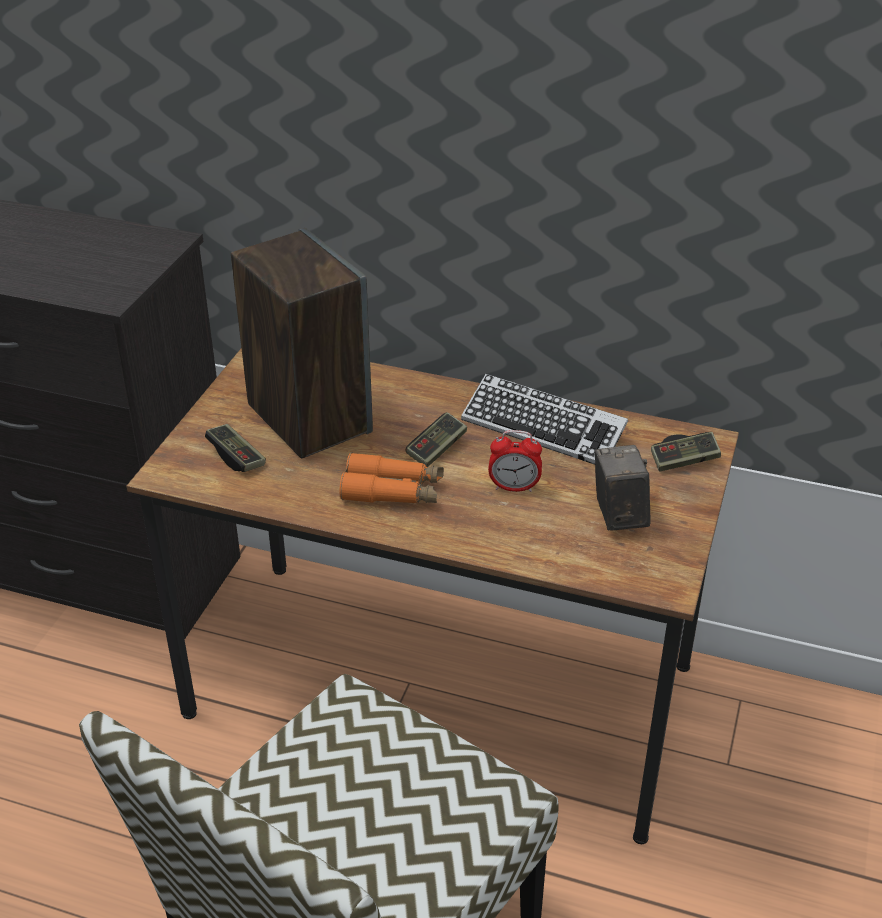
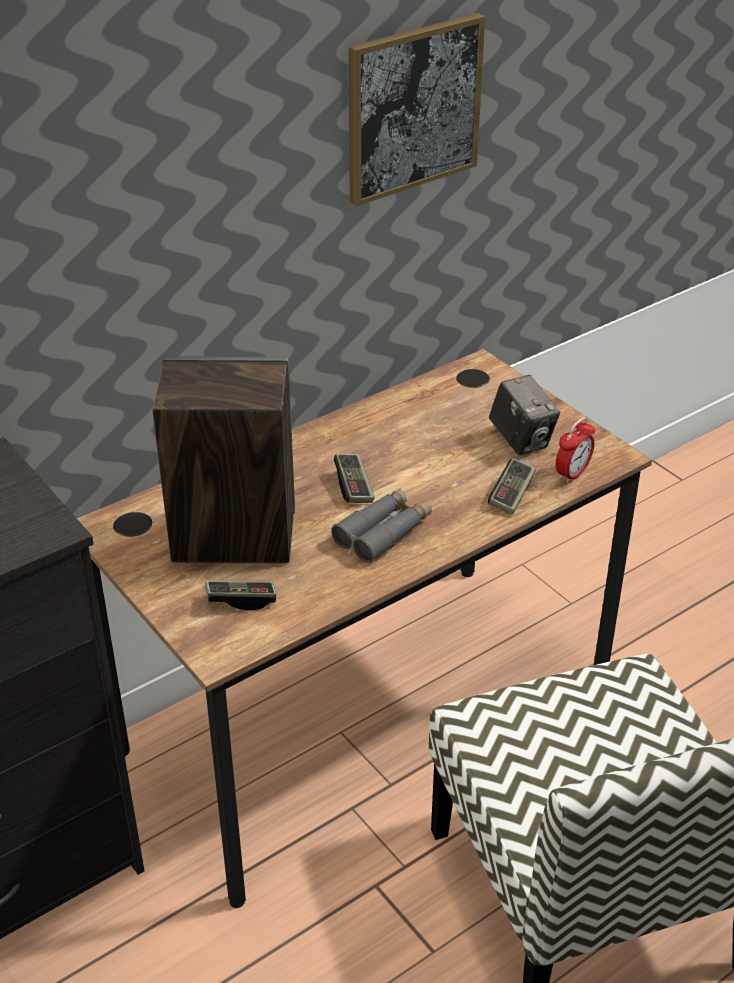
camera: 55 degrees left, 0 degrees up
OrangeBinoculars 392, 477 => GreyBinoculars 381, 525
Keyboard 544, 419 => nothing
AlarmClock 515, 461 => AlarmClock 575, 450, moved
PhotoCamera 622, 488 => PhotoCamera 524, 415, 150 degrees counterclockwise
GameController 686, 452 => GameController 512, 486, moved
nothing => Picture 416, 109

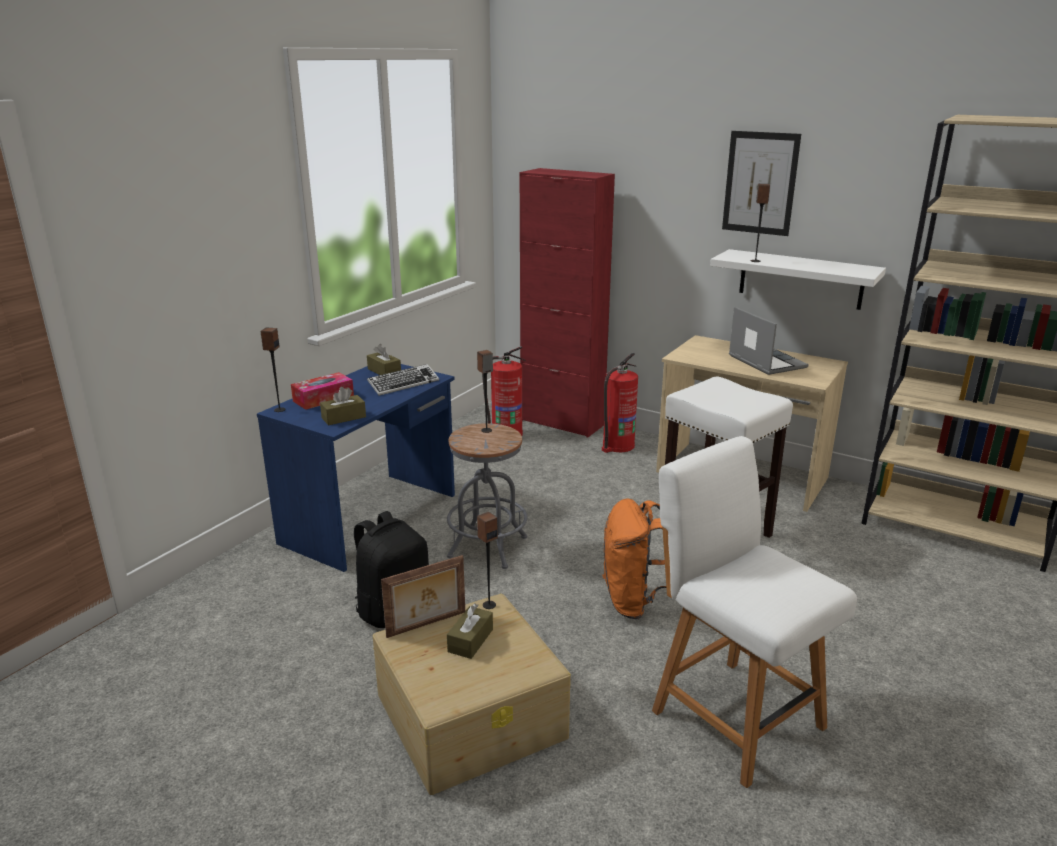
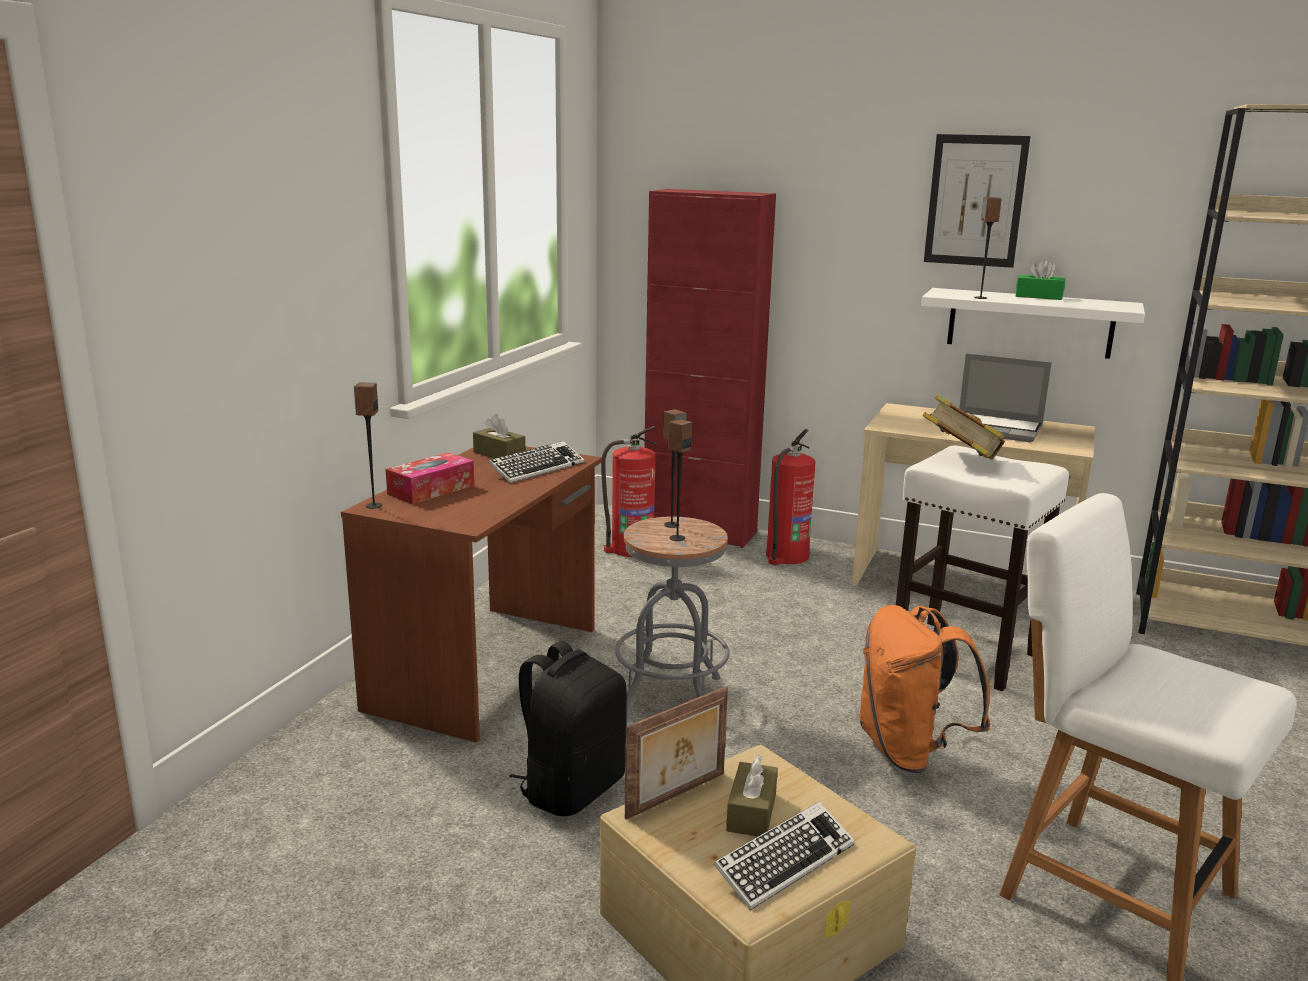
camera: 10 degrees left, 5 degrees down
BlueDesk 356, 468 => BrownDesk 471, 594
BrownTissueBox 343, 406 => nothing
Speaker 487, 560 => Speaker 680, 480, moved
Laptop 769, 341 => Laptop 1005, 398, 150 degrees clockwise
nothing => Keyboard 784, 856
nothing => Book 964, 427
nothing => GreenTissueBox 1041, 279

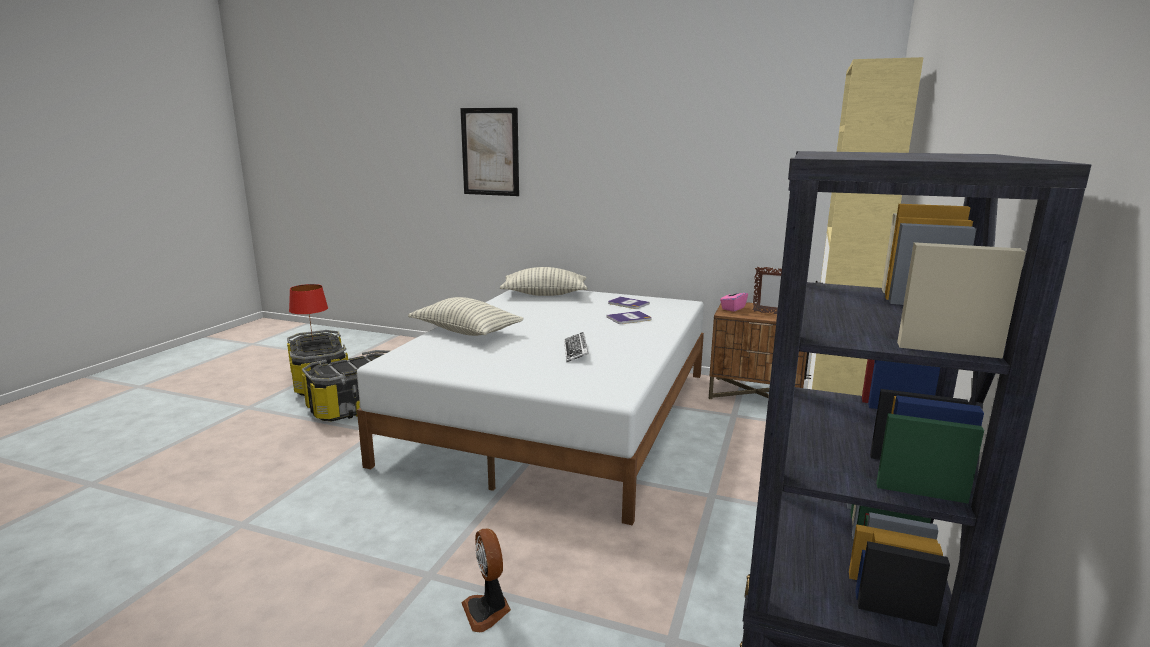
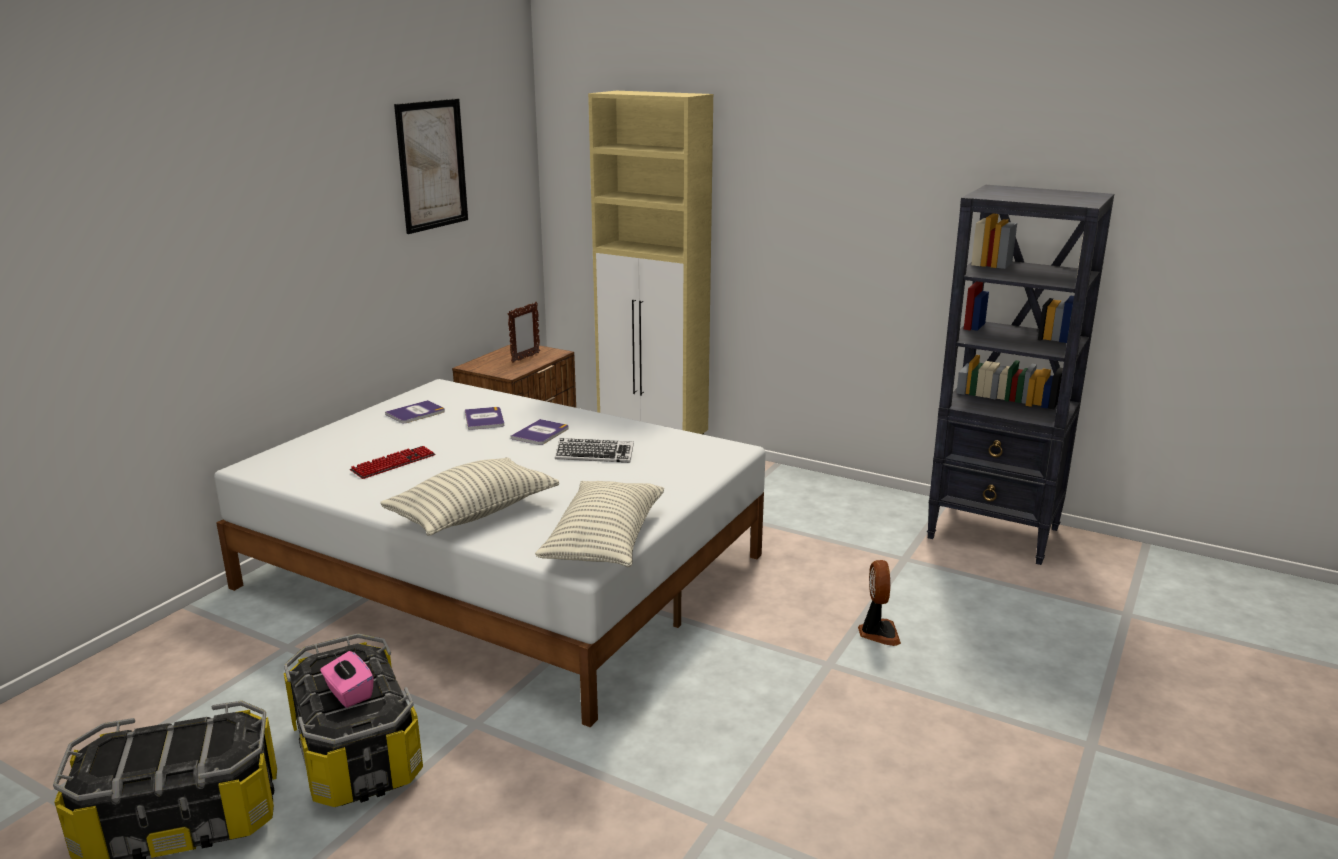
camera: 80 degrees left, 5 degrees up
RedTableLamp 308, 312 => nothing
Picture 489, 152 => Picture 431, 166, moved
Fan 486, 580 => Fan 879, 603, 75 degrees counterclockwise
Pillow 544, 281 => Pillow 599, 524, moved
PinkTissueBox 734, 299 => PinkTissueBox 347, 679, moved
nothing => Keyboard 392, 462
nothing => Book 540, 432

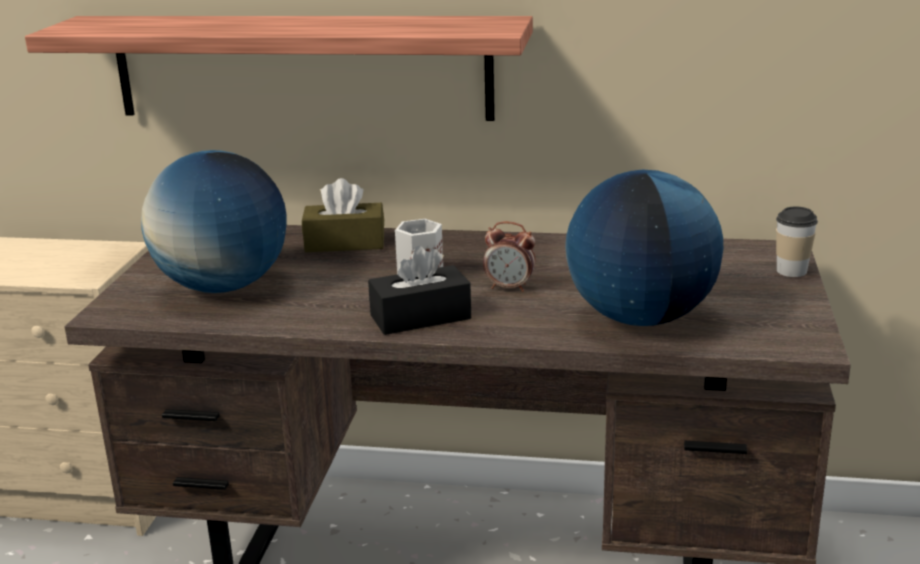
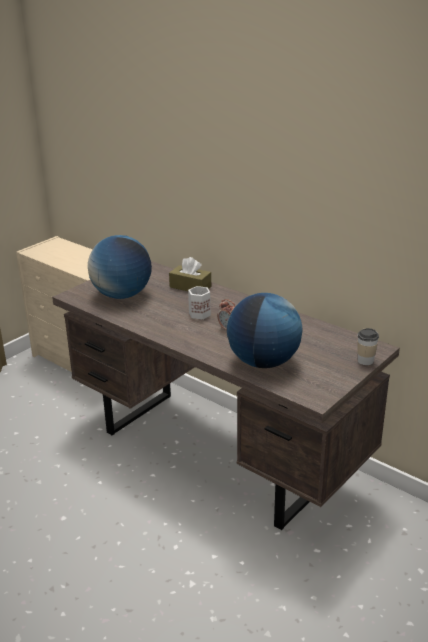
camera: 30 degrees right, 5 degrees up
Shelf 279, 68 => nothing
BlackTissueBox 419, 290 => nothing

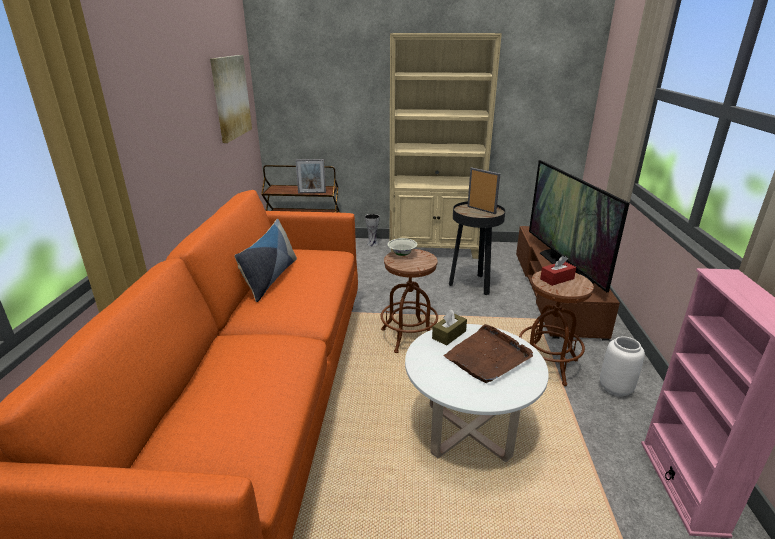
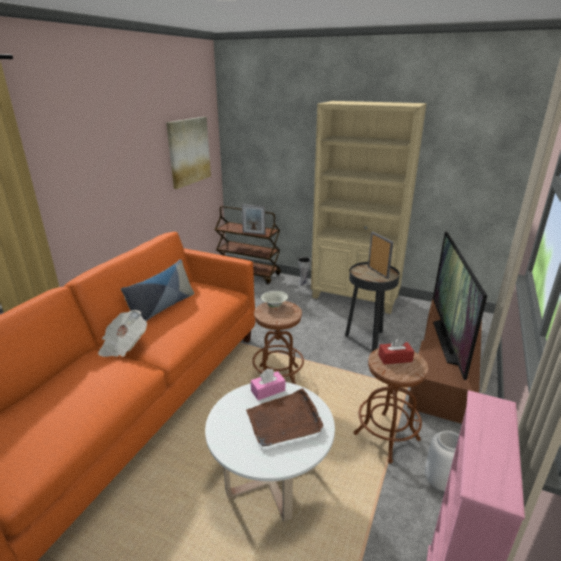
camera: 20 degrees right, 0 degrees up
BrownTissueBox 449, 328 => PinkTissueBox 268, 384
nothing => Newspaper 122, 333

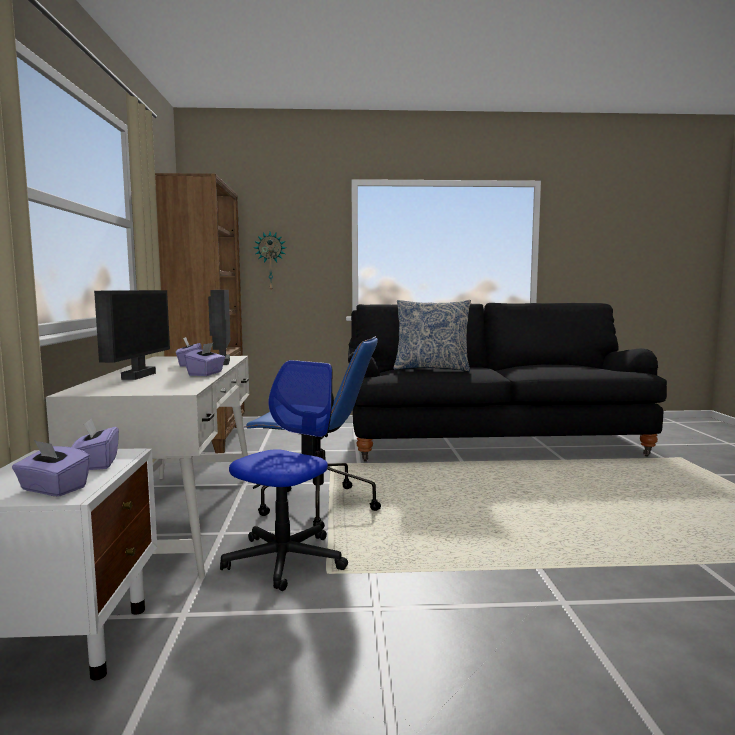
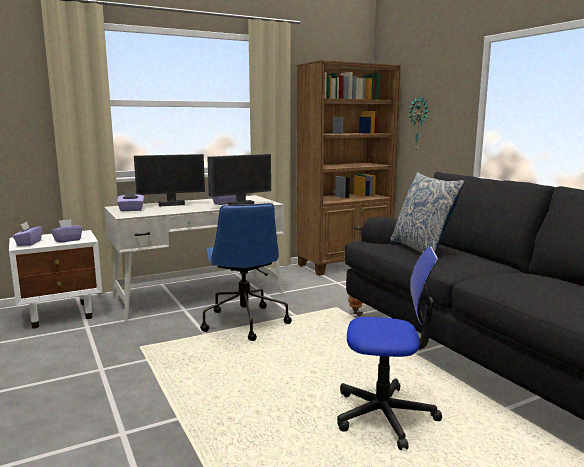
camera: 65 degrees right, 5 degrees up
PurpleTissueBox 204, 359 => PurpleTissueBox 130, 201, moved
OfficeChair 284, 475 => OfficeChair 389, 348, moved

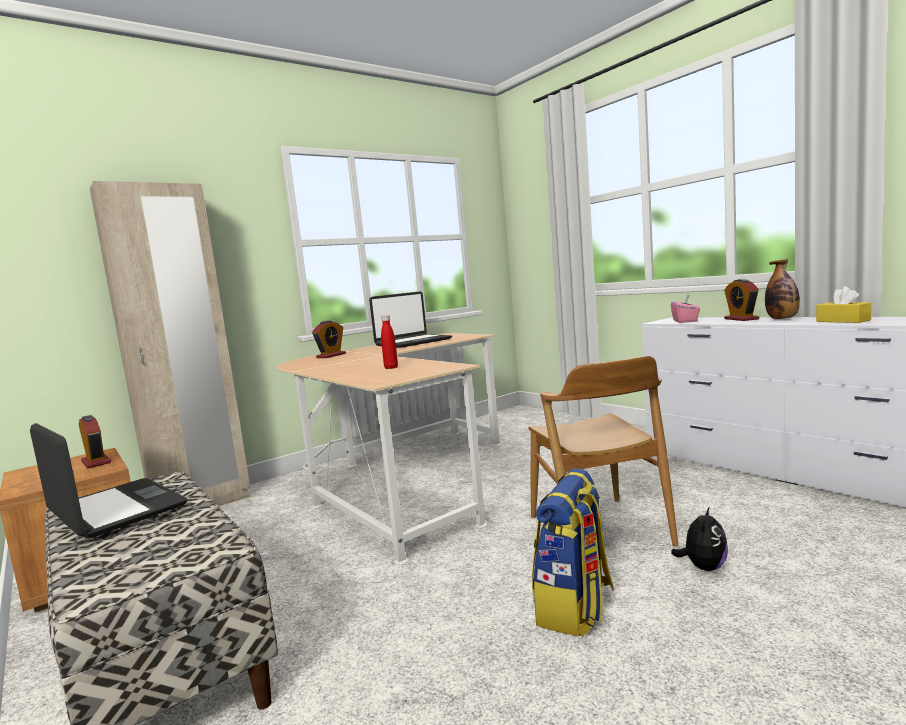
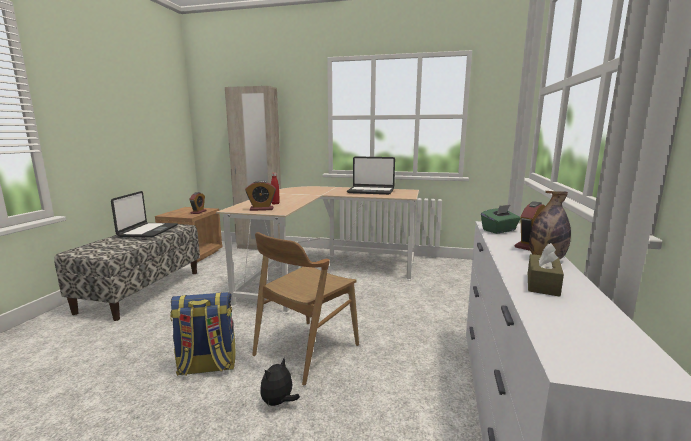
camera: 50 degrees right, 5 degrees up
AlarmClock 329, 339 => AlarmClock 260, 195, moved
PinkTissueBox 685, 308 => GreenTissueBox 501, 219
PlushToy 699, 538 => PlushToy 280, 382, 135 degrees clockwise
YellowTissueBox 844, 304 => BrownTissueBox 546, 270

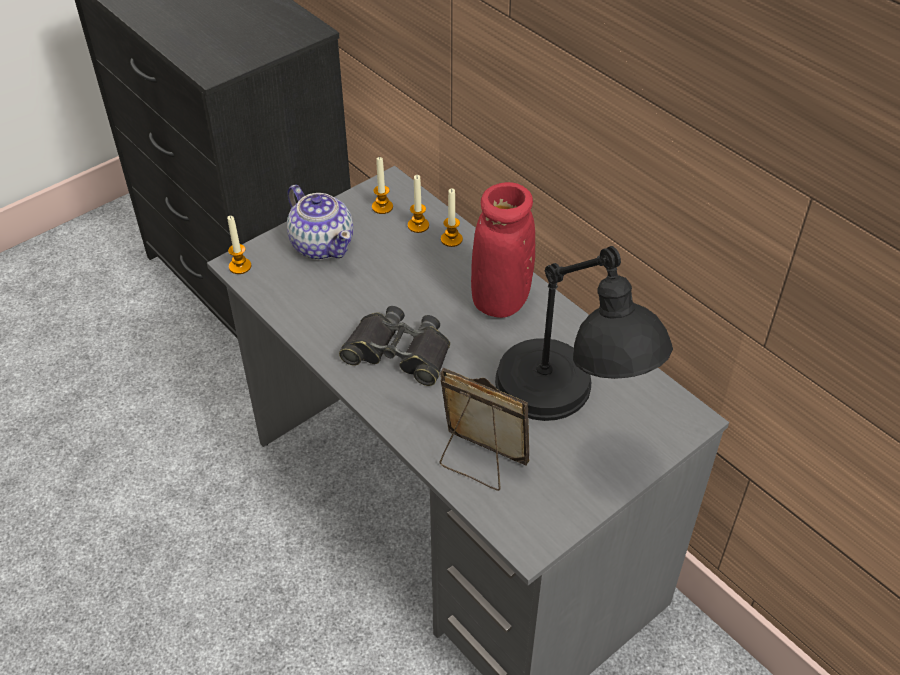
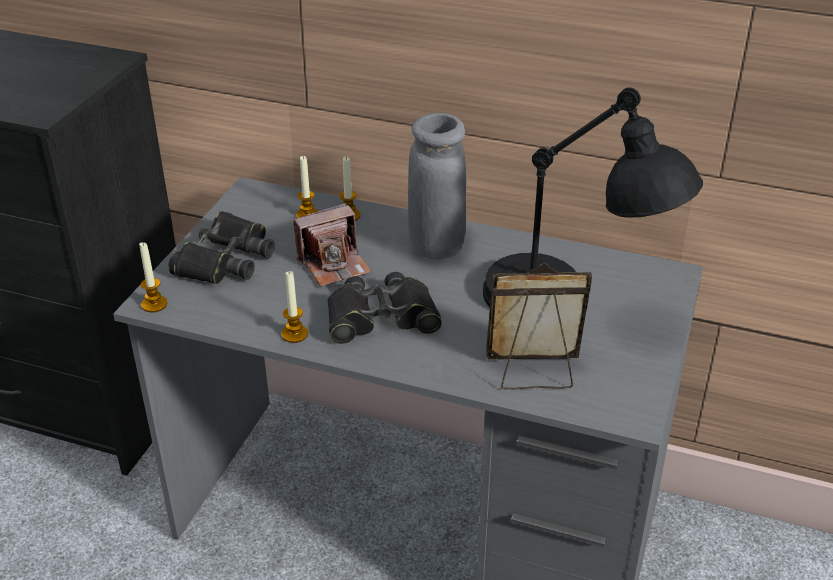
camera: 30 degrees left, 10 degrees down
Teapot 320, 222 => BlackBinoculars 221, 247
Candle 382, 185 => Candle 294, 307, moved
RedVase 503, 250 => GreyVase 437, 186
nothing => PhotoCamera 332, 245

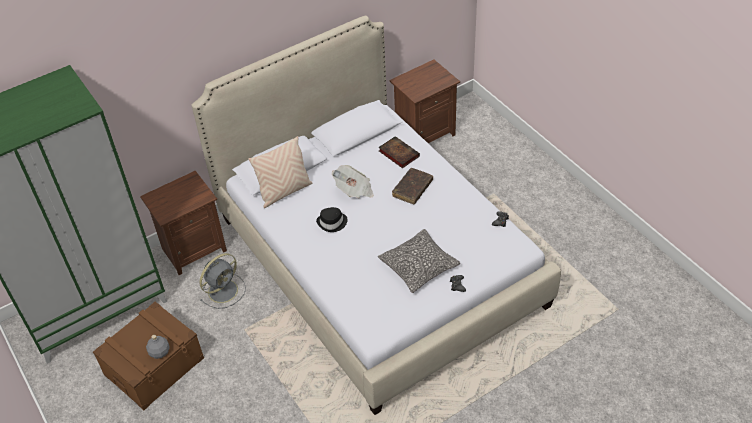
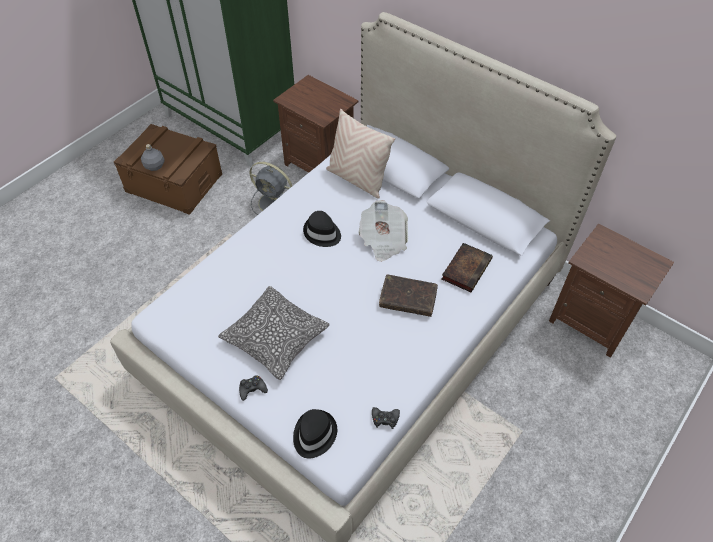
camera: 70 degrees right, 5 degrees up
nothing => BlackHat 315, 433

